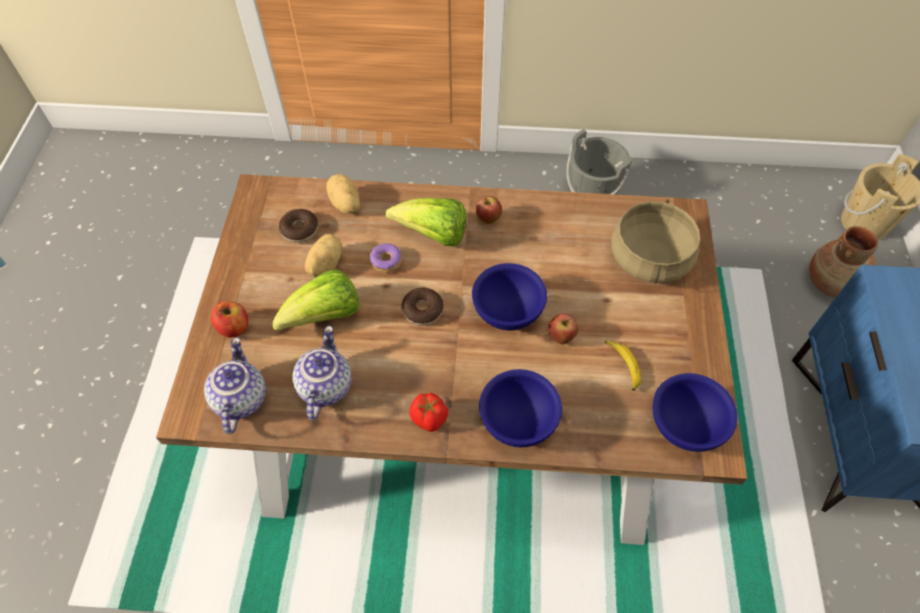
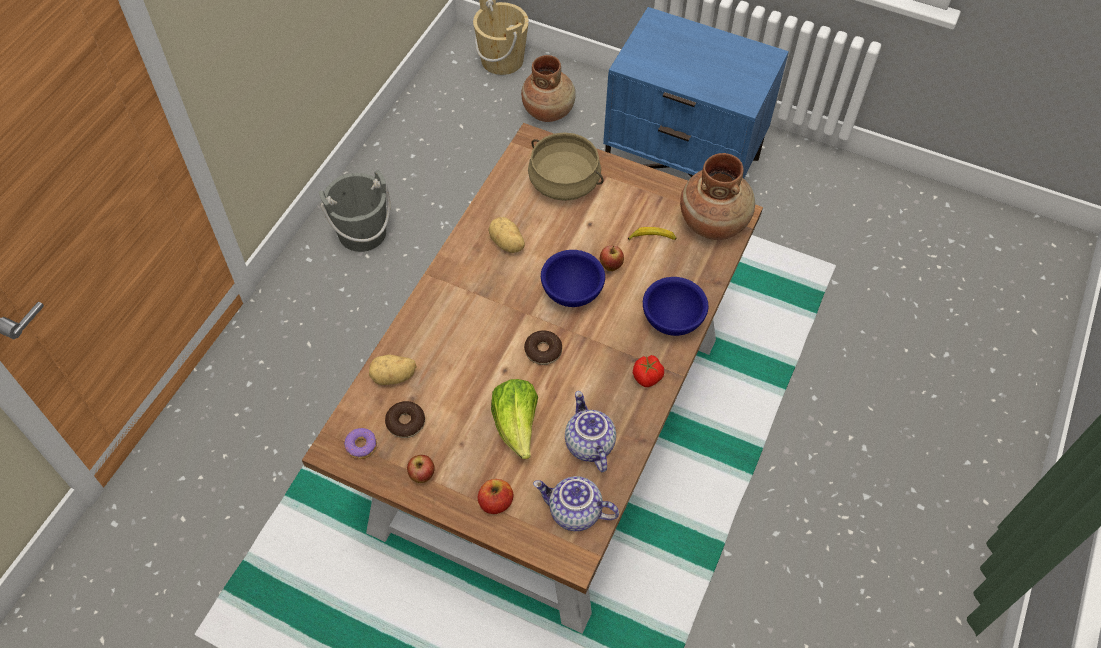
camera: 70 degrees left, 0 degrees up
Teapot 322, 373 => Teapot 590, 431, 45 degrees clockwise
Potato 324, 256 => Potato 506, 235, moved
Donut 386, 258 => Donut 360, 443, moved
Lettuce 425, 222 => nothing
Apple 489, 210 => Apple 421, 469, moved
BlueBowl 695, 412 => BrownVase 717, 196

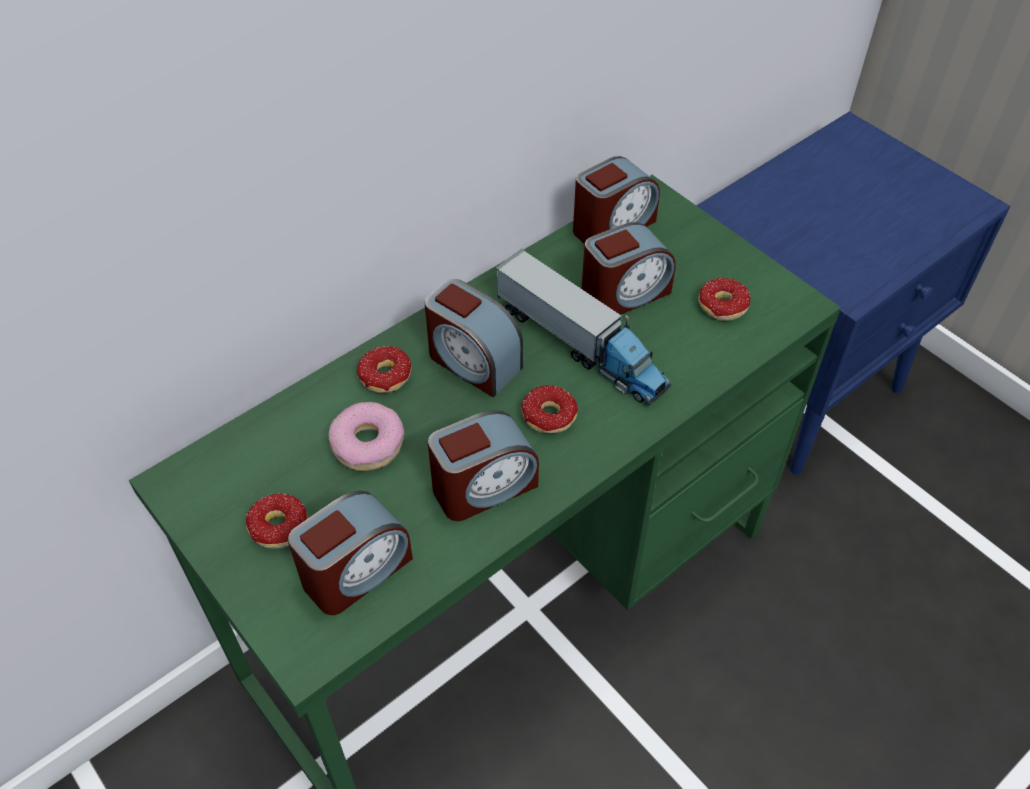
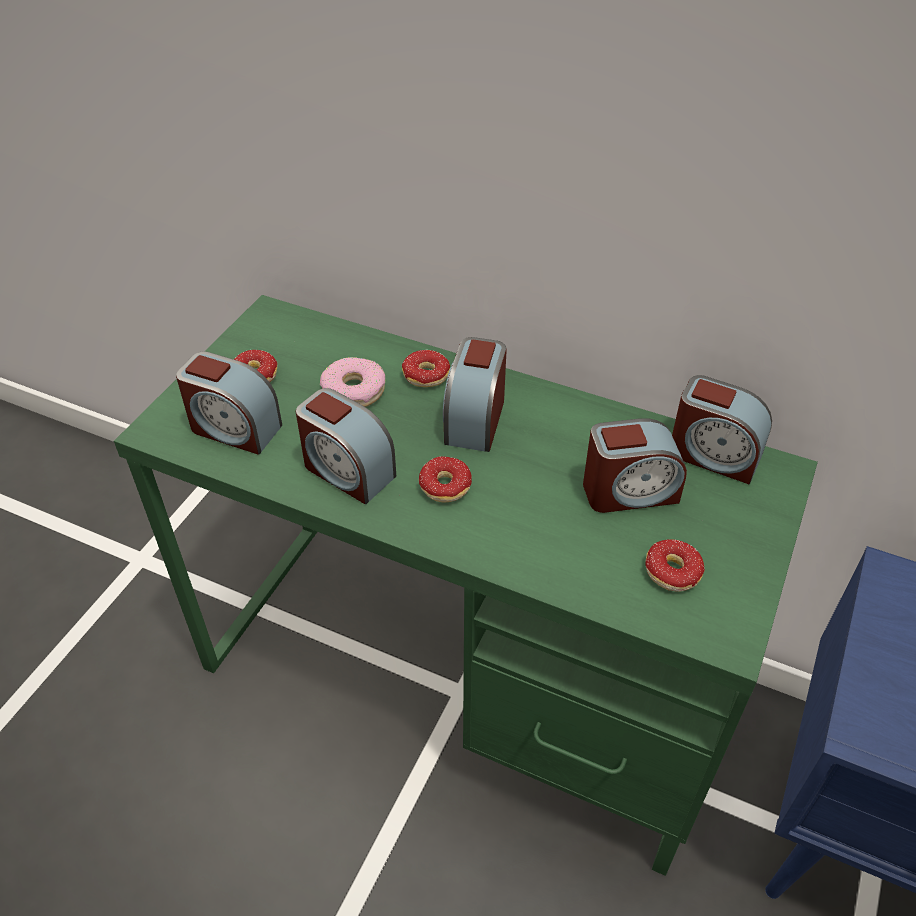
camera: 65 degrees right, 5 degrees down
ToyTruck 583, 327 => nothing
AlarmClock 628, 268 => AlarmClock 635, 465, 45 degrees counterclockwise

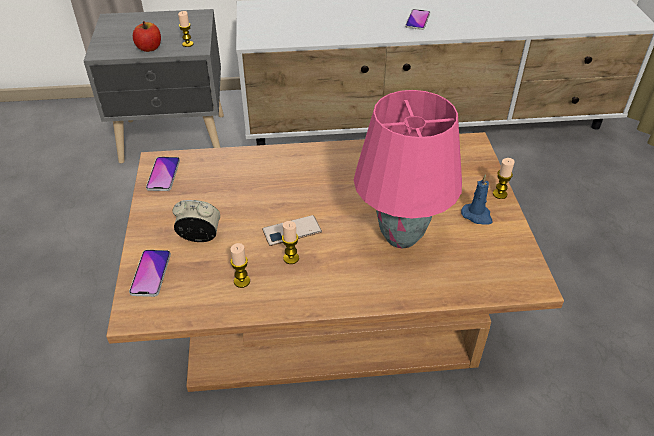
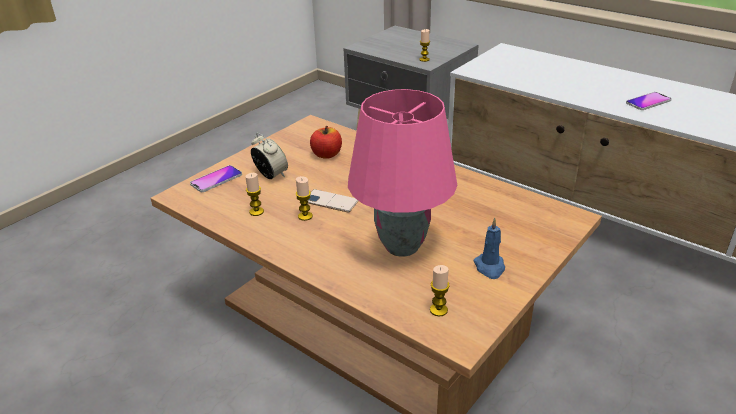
camera: 45 degrees right, 10 degrees down
Apple 147, 36 => Apple 326, 142, moved
Phone 163, 174 => nothing
Candle 504, 178 => Candle 440, 290, moved

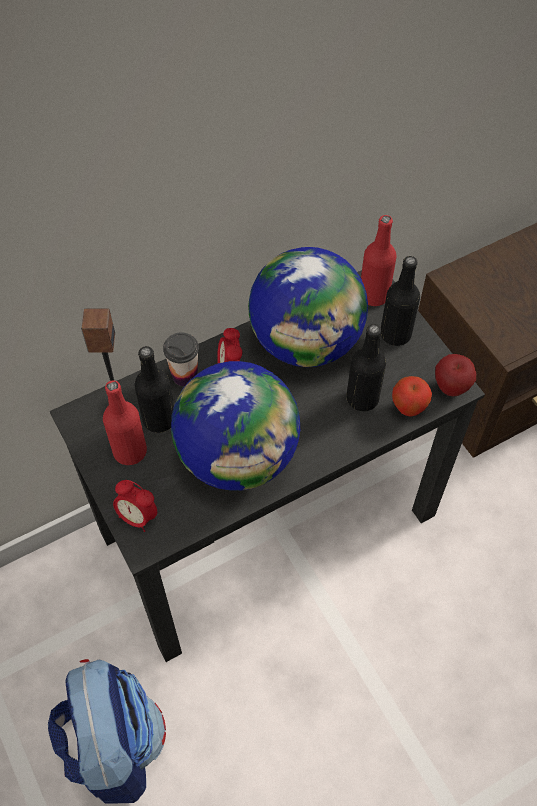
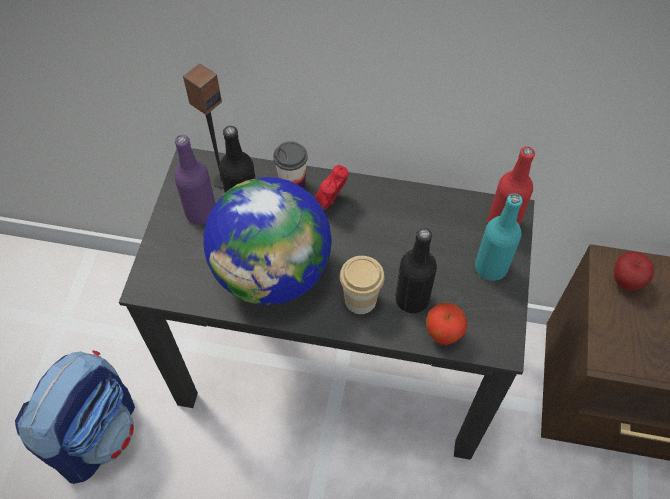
camera: 40 degrees right, 0 degrees up
RedBottle 125, 422 => PurpleBottle 195, 180
AlarmClock 135, 506 => nothing
Globe 308, 307 => nothing
BlackBottle 400, 301 => TurquoiseBottle 499, 237
Apple 455, 375 => Apple 634, 271, moved
nothing => Cup 362, 285

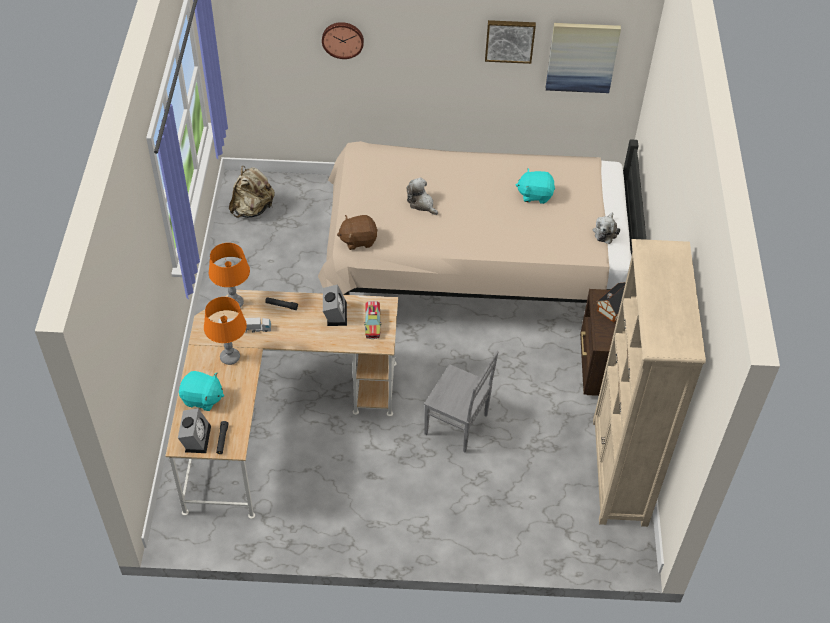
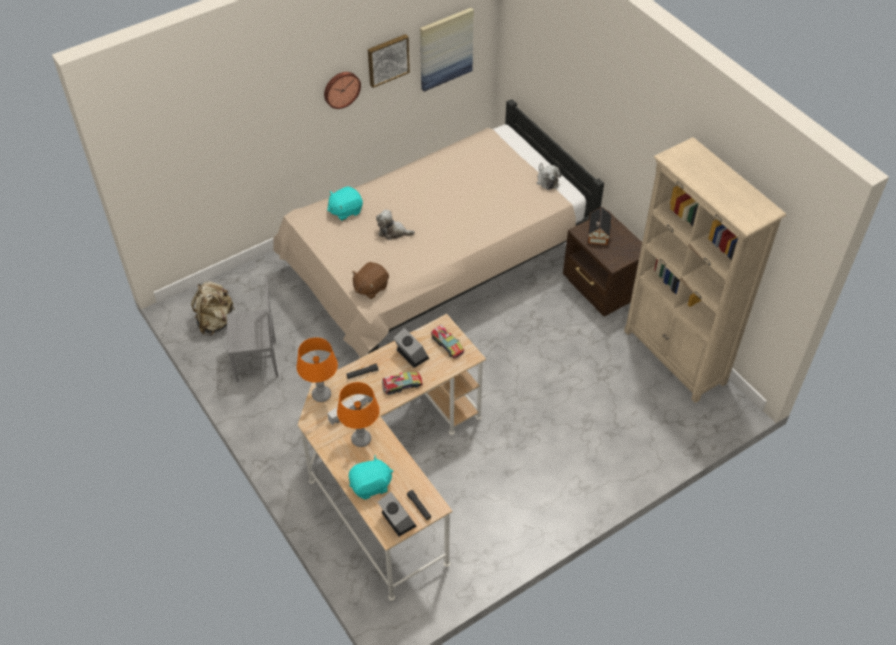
camera: 35 degrees left, 0 degrees up
WallClock 343, 40 => WallClock 342, 90, moved
GreyChair 461, 401 => GreyChair 252, 329, moved
TurquoisePlushToy 535, 186 => TurquoisePlushToy 345, 203, moved
nothing => ToyTruck 402, 383

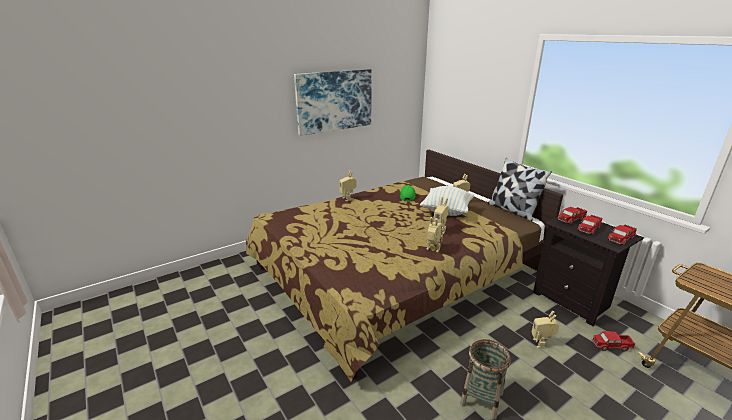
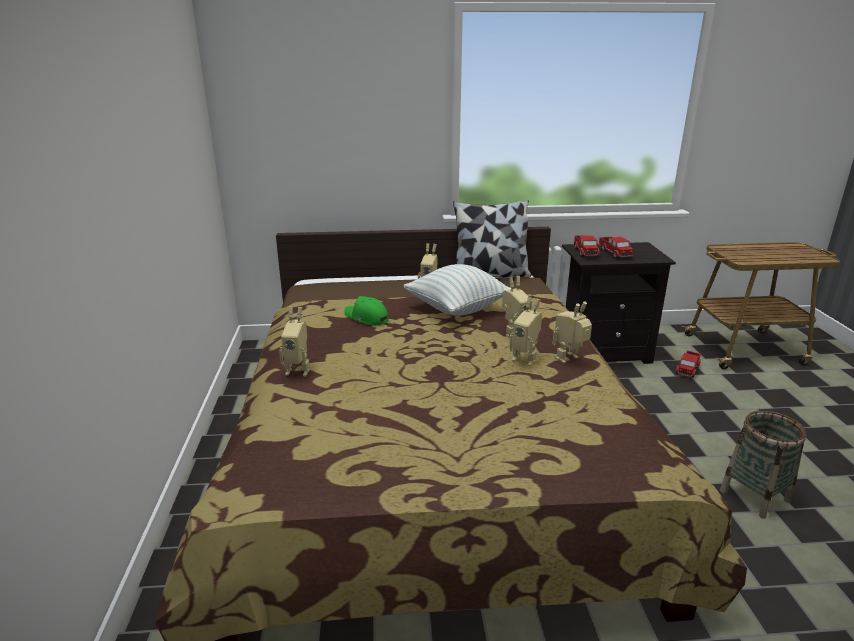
camera: 60 degrees left, 0 degrees up
Picture 333, 102 => nothing
ToyRobot 545, 330 => ToyRobot 525, 331, moved
ToyTruck 622, 235 => nothing

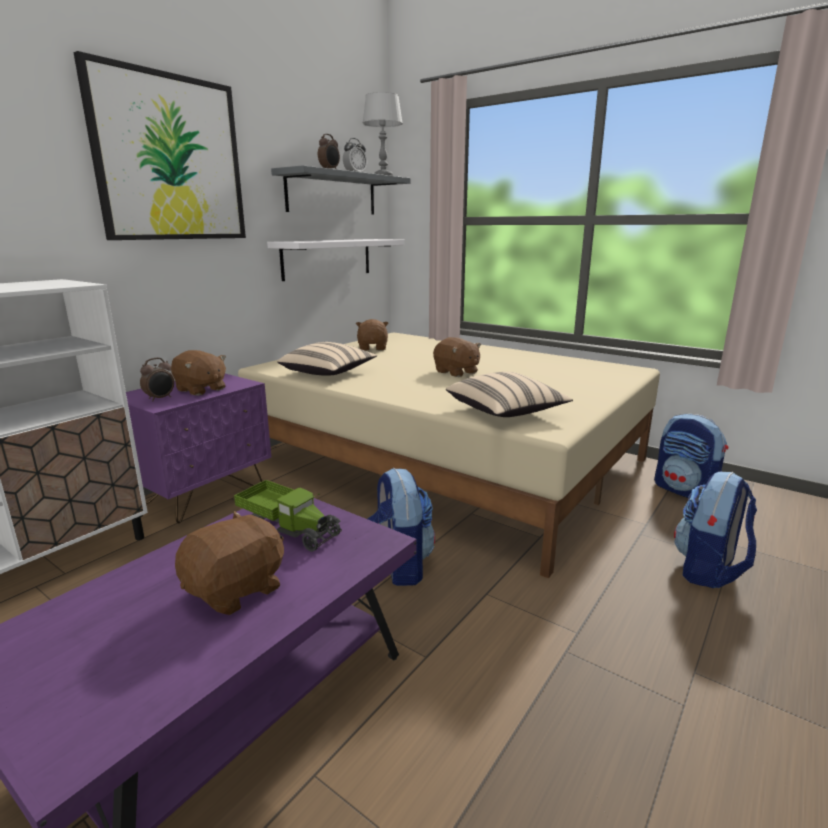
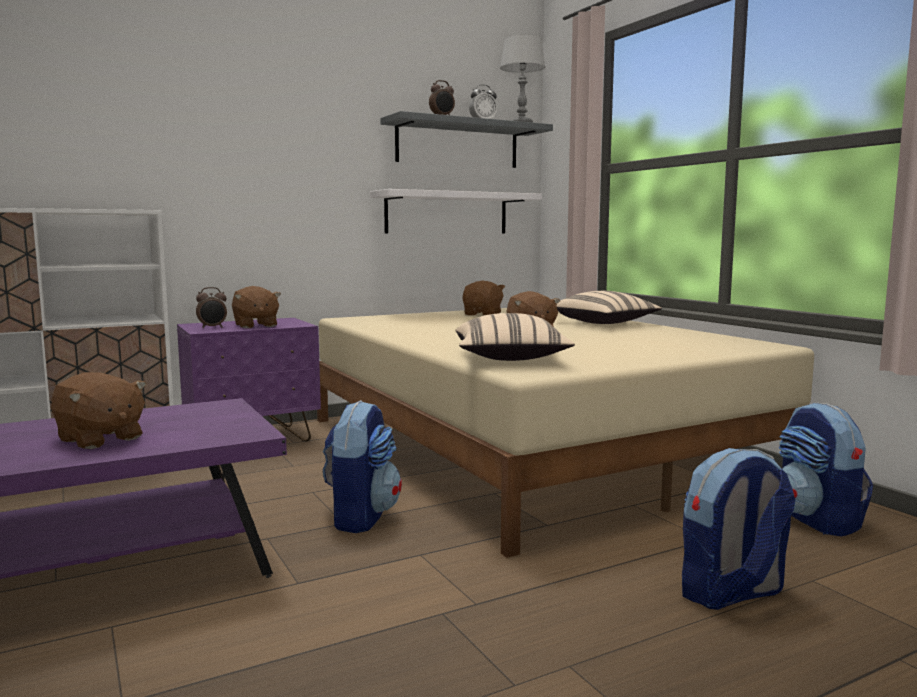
camera: 25 degrees right, 10 degrees down
Picture 160, 145 => nothing
BrownPlushToy 229, 563 => BrownPlushToy 99, 410, 60 degrees clockwise
ToyTruck 288, 516 => nothing
BeigePillow 327, 359 => BeigePillow 609, 307, moved

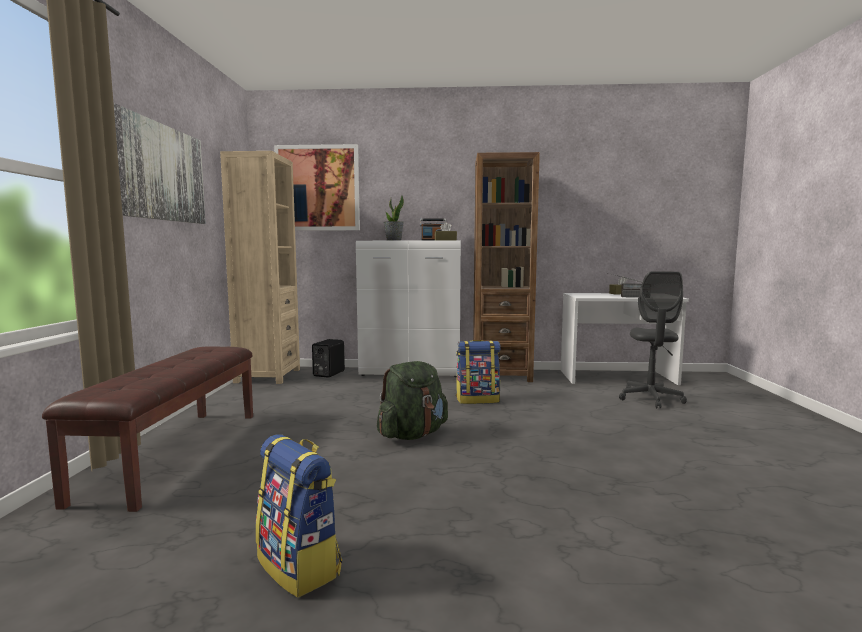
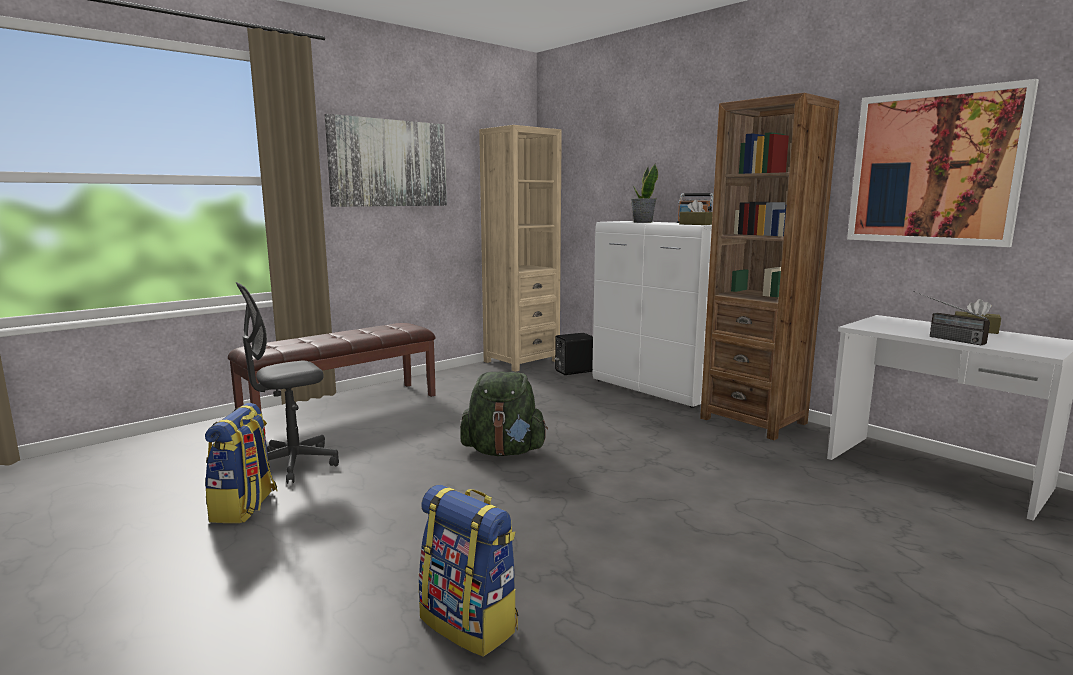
camera: 45 degrees right, 5 degrees up
Picture 317, 187 => Picture 943, 163, moved
Backpack 478, 372 => Backpack 468, 571, moved
GreyOfficeChair 653, 340 => GreyOfficeChair 287, 383, moved

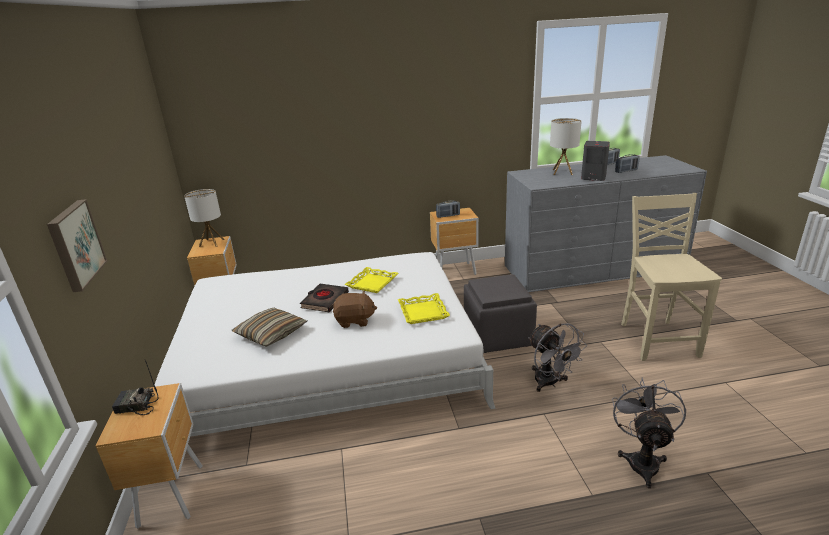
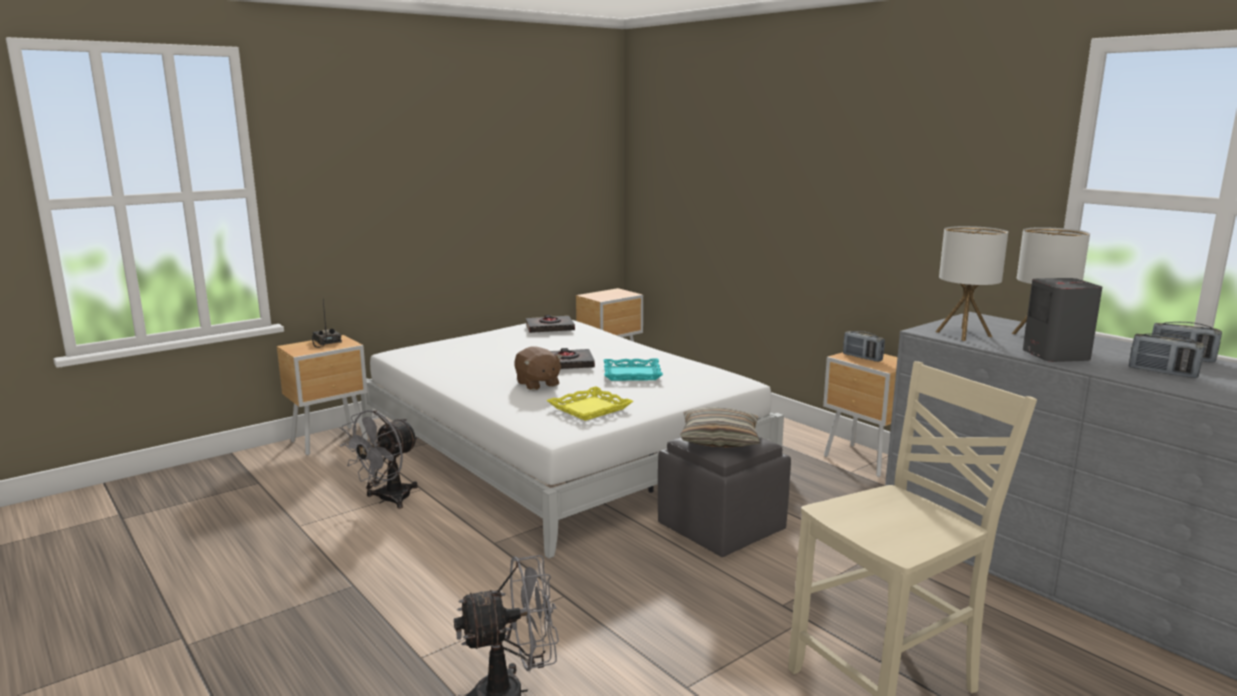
camera: 60 degrees right, 10 degrees down
Picture 77, 245 => nothing
TableLamp 204, 218 => TableLamp 971, 283, moved
Pillow 269, 327 => Pillow 720, 427, moved
YellowTray 371, 280 => TurquoiseTray 633, 369
GreyFan 557, 357 => GreyFan 379, 459, moved
nothing => BlackBook 550, 324

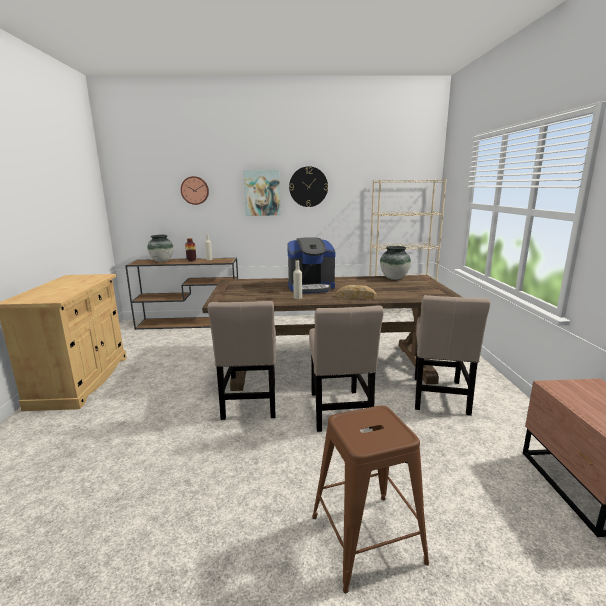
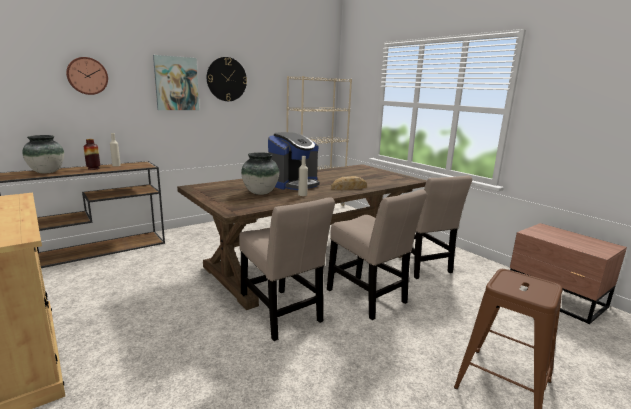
camera: 35 degrees left, 0 degrees up
Vase 395, 263 => Vase 260, 173, moved

